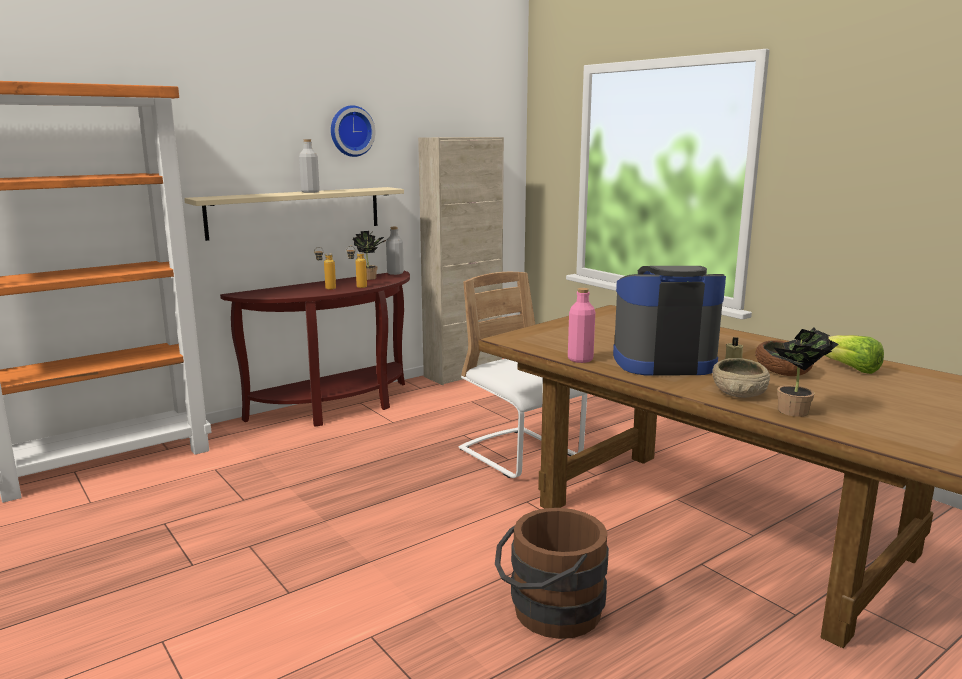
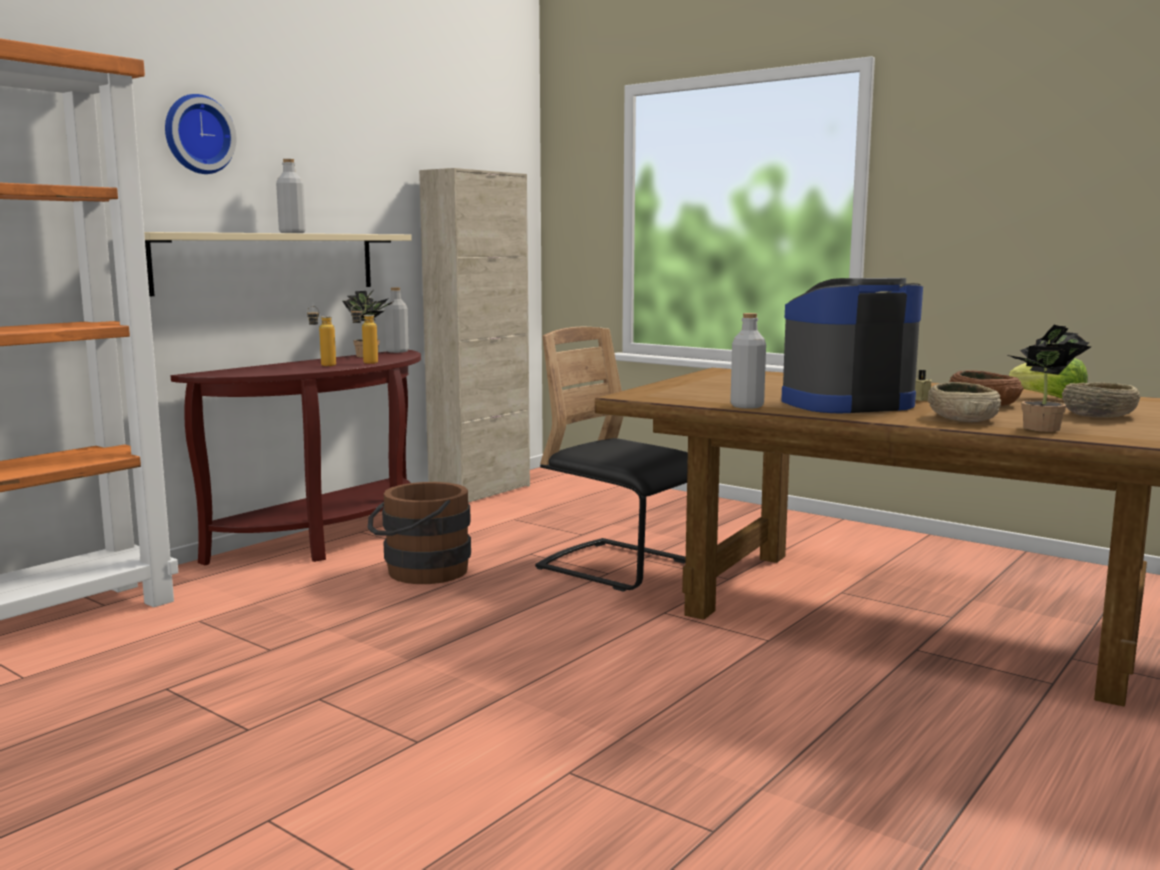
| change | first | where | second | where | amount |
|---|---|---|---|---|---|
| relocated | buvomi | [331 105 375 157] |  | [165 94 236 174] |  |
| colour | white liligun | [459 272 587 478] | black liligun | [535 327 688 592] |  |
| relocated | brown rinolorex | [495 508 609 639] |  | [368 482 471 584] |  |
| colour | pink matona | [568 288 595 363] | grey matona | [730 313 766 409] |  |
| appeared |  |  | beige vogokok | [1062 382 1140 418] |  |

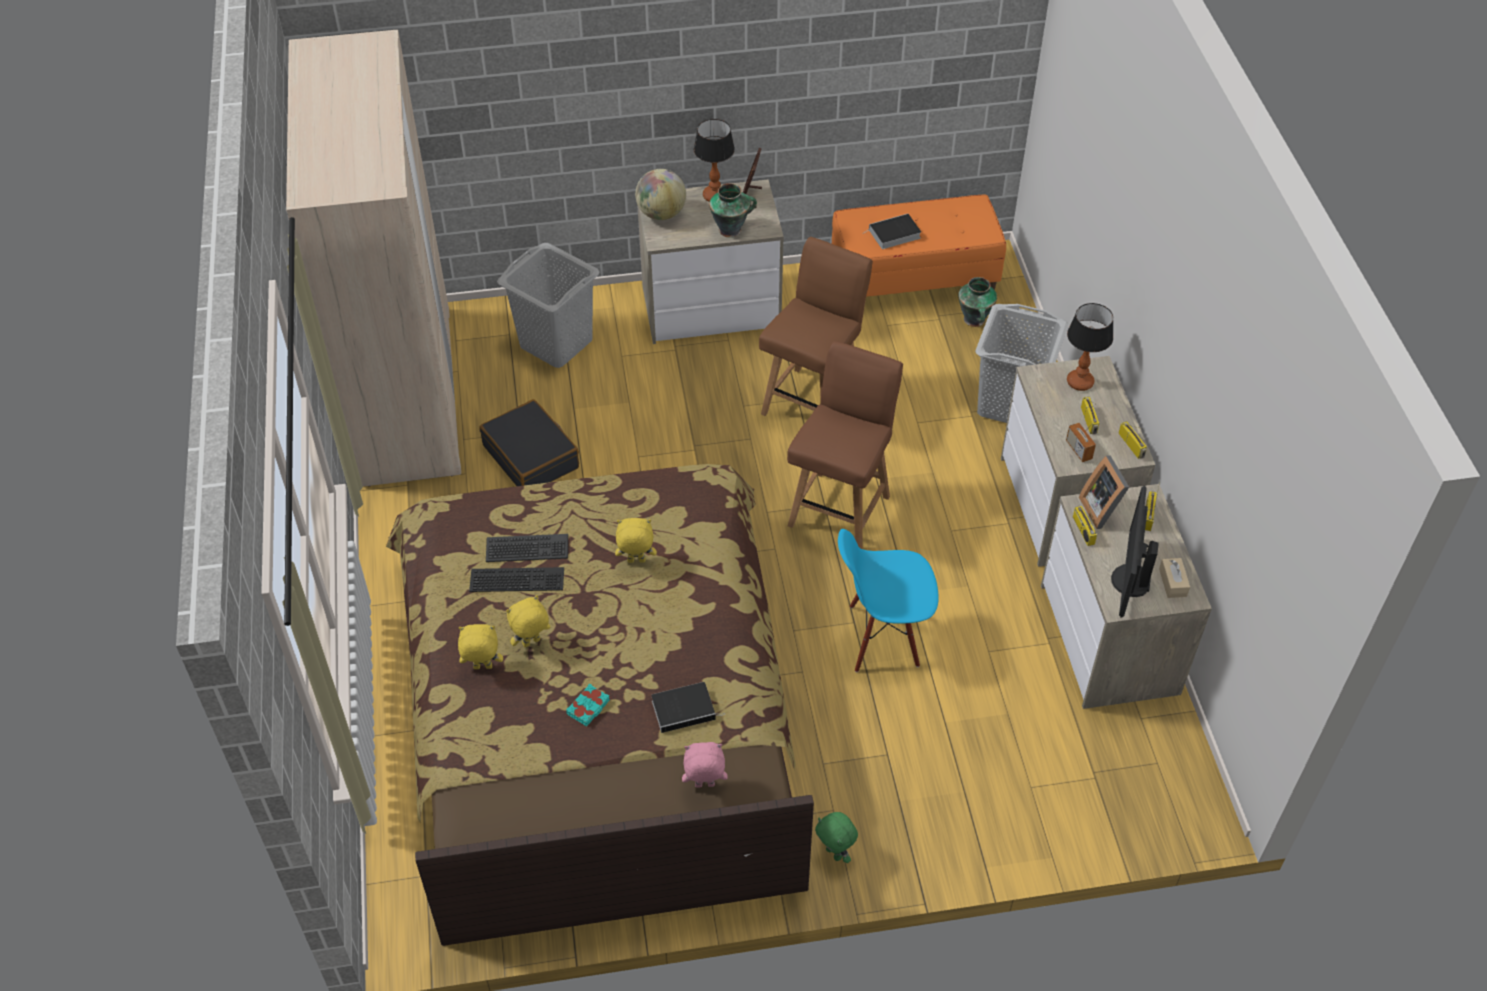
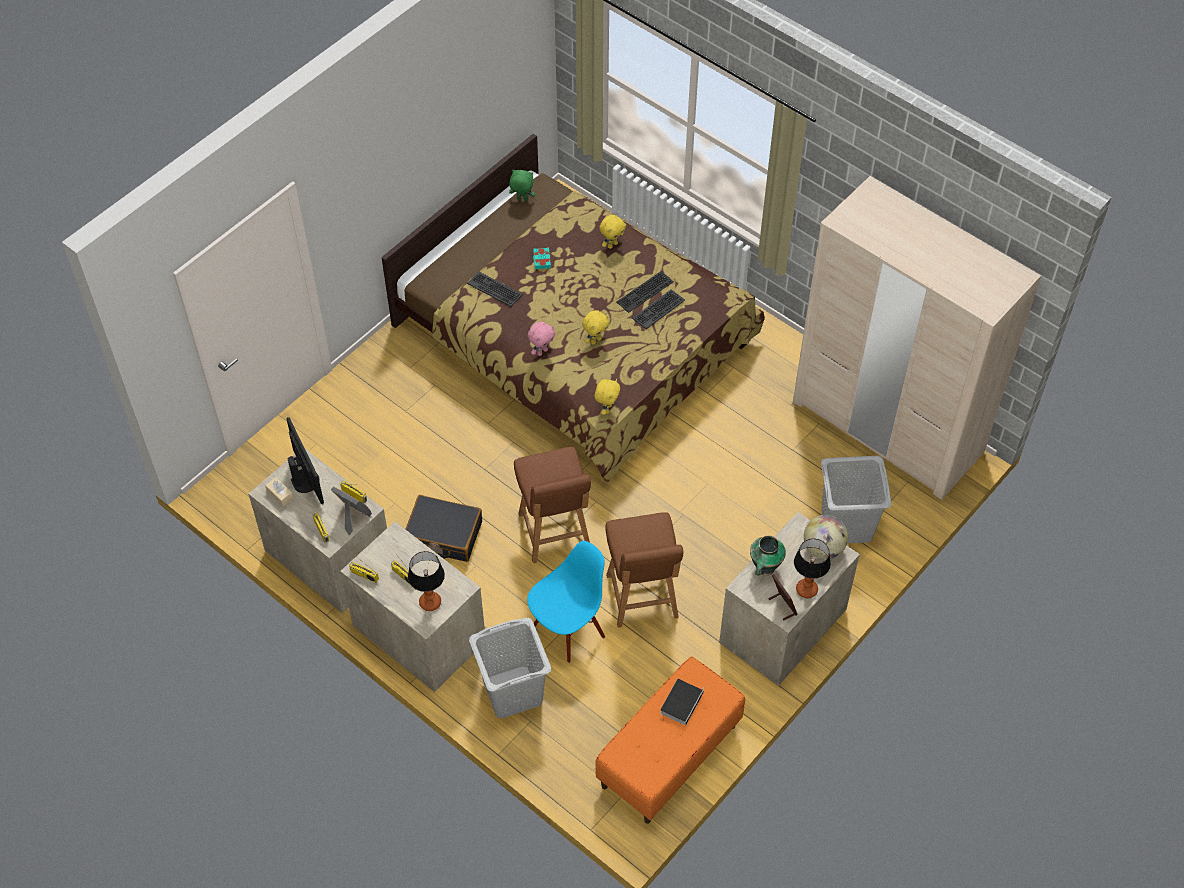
| change | first | where | second | where | amount |
|---|---|---|---|---|---|
| relocated | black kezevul | [479 399 579 486] |  | [406 495 482 562] |  |
| relocated | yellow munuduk | [506 595 550 647] |  | [595 379 620 415] |  |
| exchanged | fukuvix | [651 682 725 733] | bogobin | [467 272 523 307] |  |
| relocated | pink munuduk | [682 742 728 788] |  | [528 322 555 356] |  |
| relocated | green munuduk | [815 812 858 863] |  | [509 170 535 201] |  |
| relocated | blue liligun | [838 529 939 673] |  | [527 541 605 663] |  |
| missing | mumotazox | [958 277 997 327] |  |  |  |
| missing | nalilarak | [1066 420 1096 462] |  |  |  |

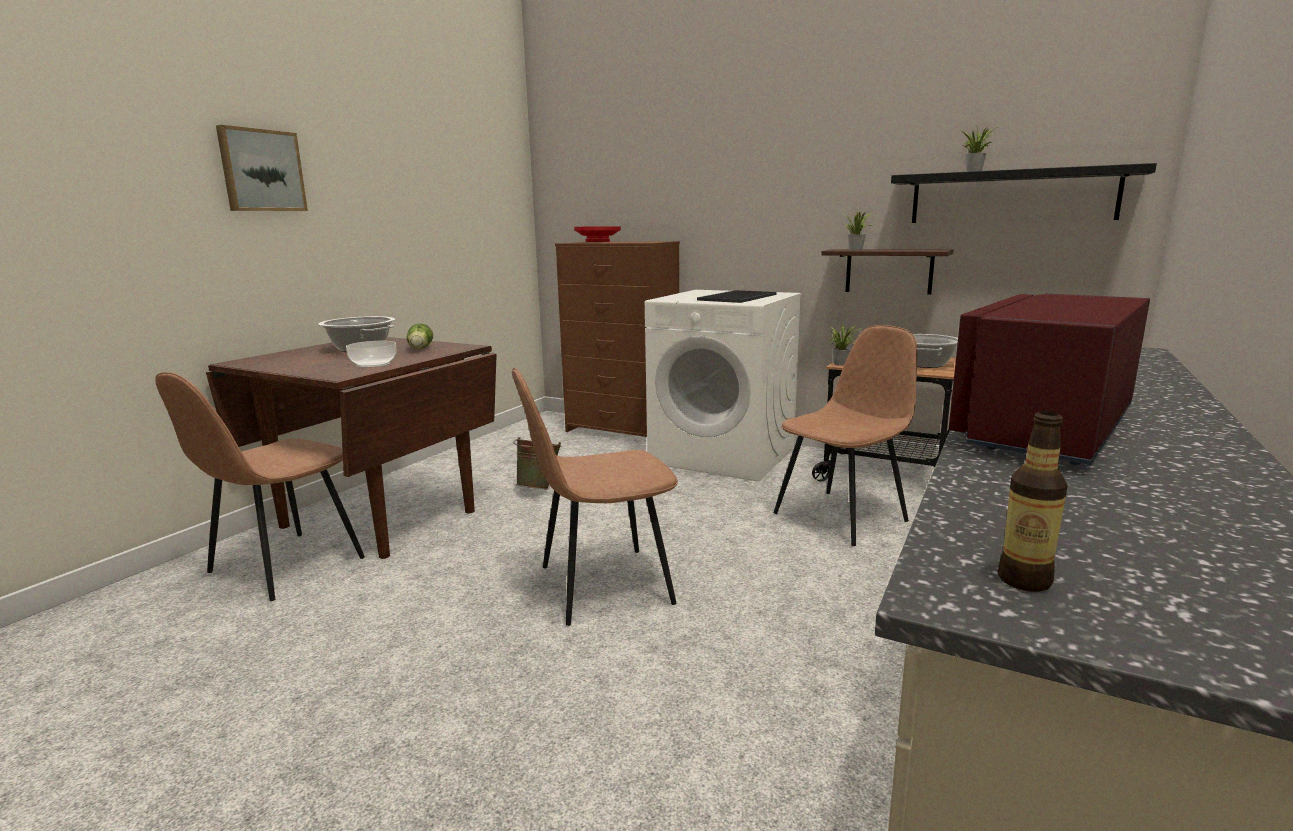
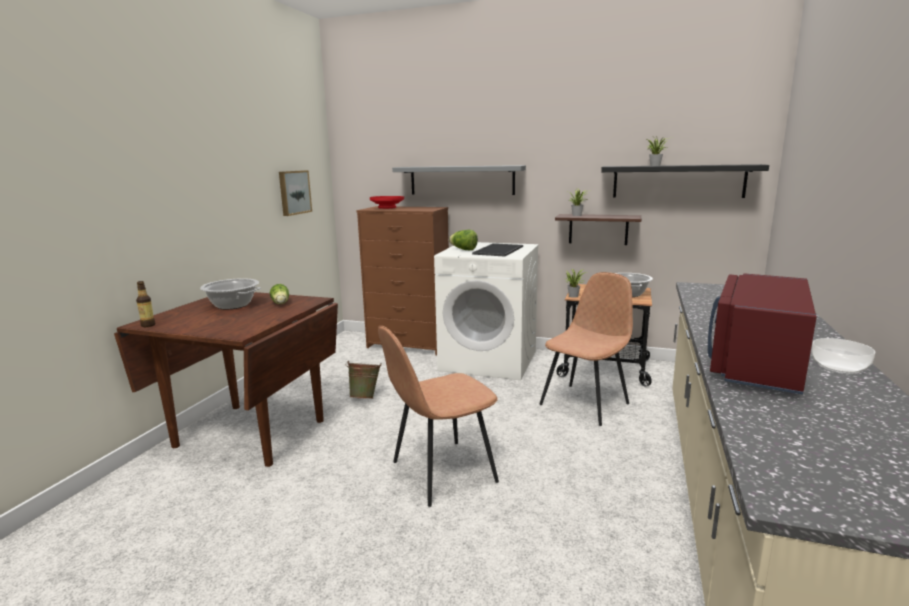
| change | first | where | second | where | amount |
|---|---|---|---|---|---|
| missing | brown liligun | [155 372 365 601] |  |  |  |
| relocated | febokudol | [216 125 308 211] |  | [279 170 312 216] |  |
| relocated | vogokok | [346 341 397 367] |  | [811 338 876 374] |  |
| relocated | matona | [998 411 1068 592] |  | [136 281 155 327] |  |
| appeared |  |  | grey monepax | [392 165 526 195] |  |
| appeared |  |  | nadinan | [449 230 478 250] |  |

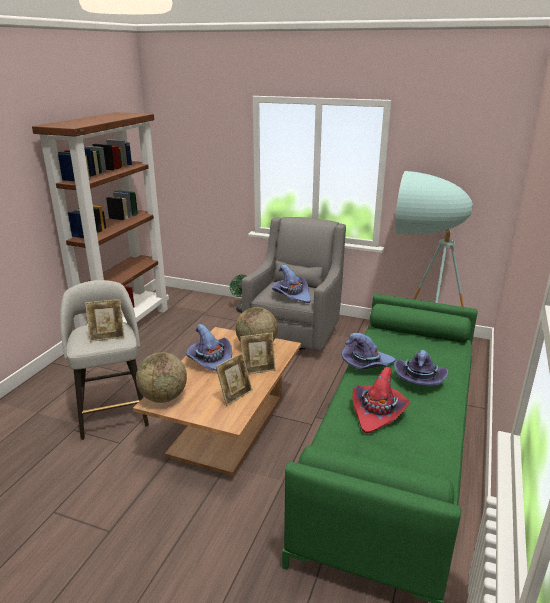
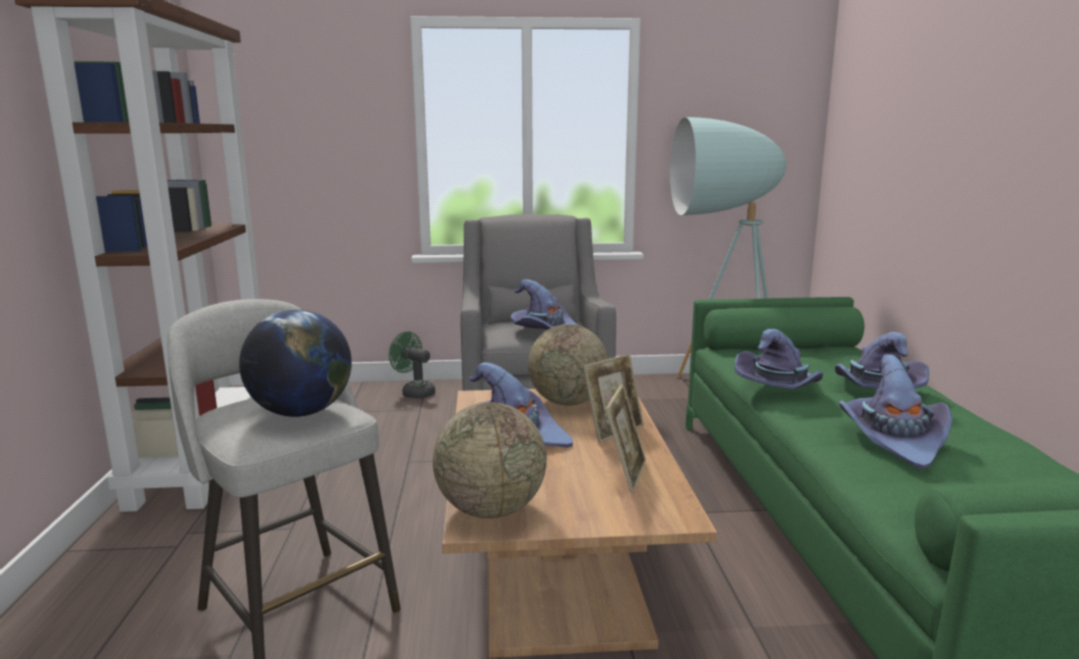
| change | first | where | second | where | amount |
|---|---|---|---|---|---|
| exchanged | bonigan | [85 299 125 342] | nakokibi | [239 309 352 417] |  |
| colour | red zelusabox | [352 367 410 433] | purple zelusabox | [838 354 952 469] |  |

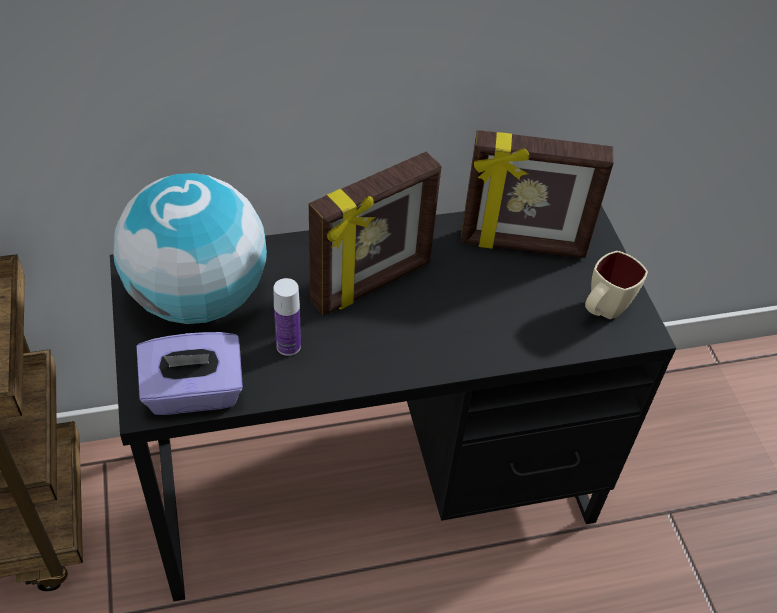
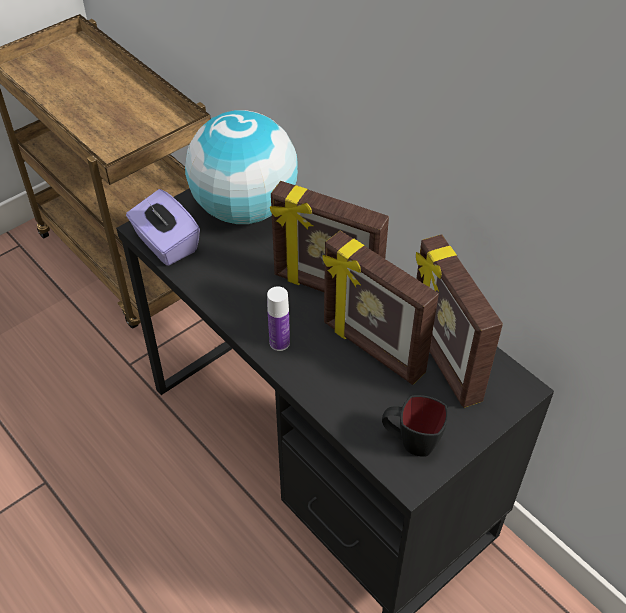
| change | first | where | second | where | amount |
|---|---|---|---|---|---|
| relocated | matona | [273 278 301 356] |  | [267 286 290 351] |  |
| colour | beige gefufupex | [585 251 648 319] | black gefufupex | [382 395 448 457] |  |
| appeared |  |  | bonigan | [322 231 439 385] |  |

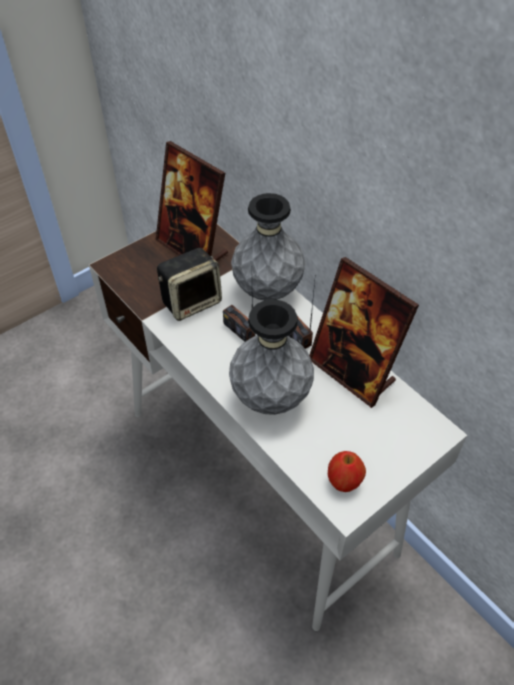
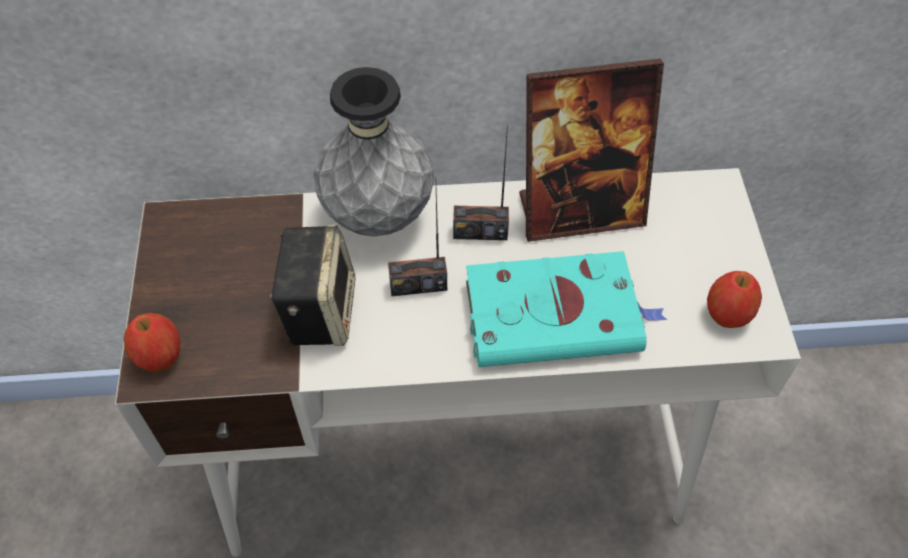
| change | first | where | second | where | amount |
|---|---|---|---|---|---|
| missing | bonigan | [156 141 228 261] |  |  |  |
| exchanged | grey mumotazox | [229 299 314 415] | turquoise fukuvix | [466 251 667 367] |  |
| appeared |  |  | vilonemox | [124 313 180 372] |  |

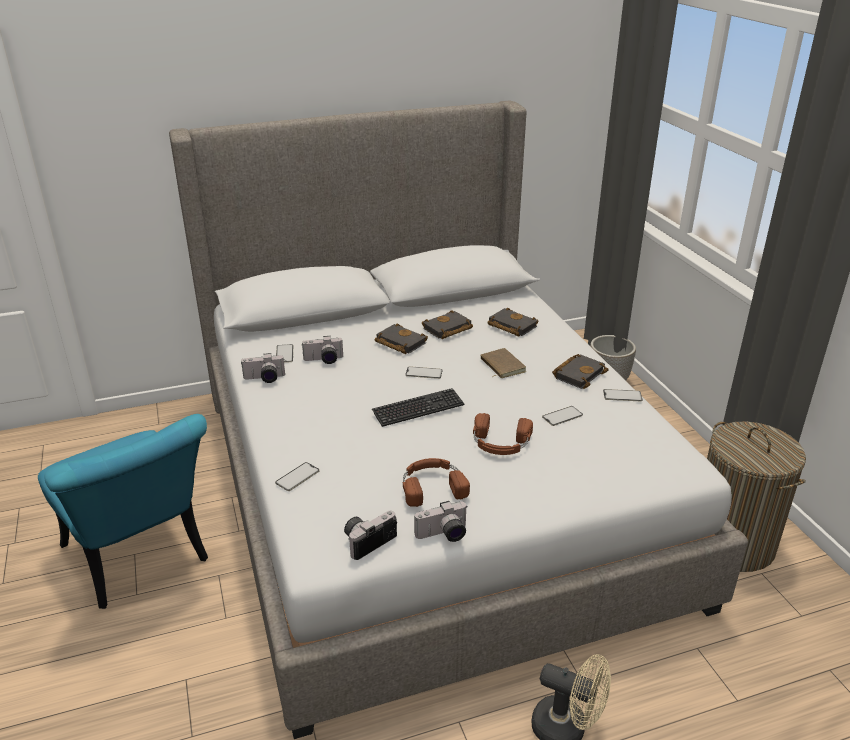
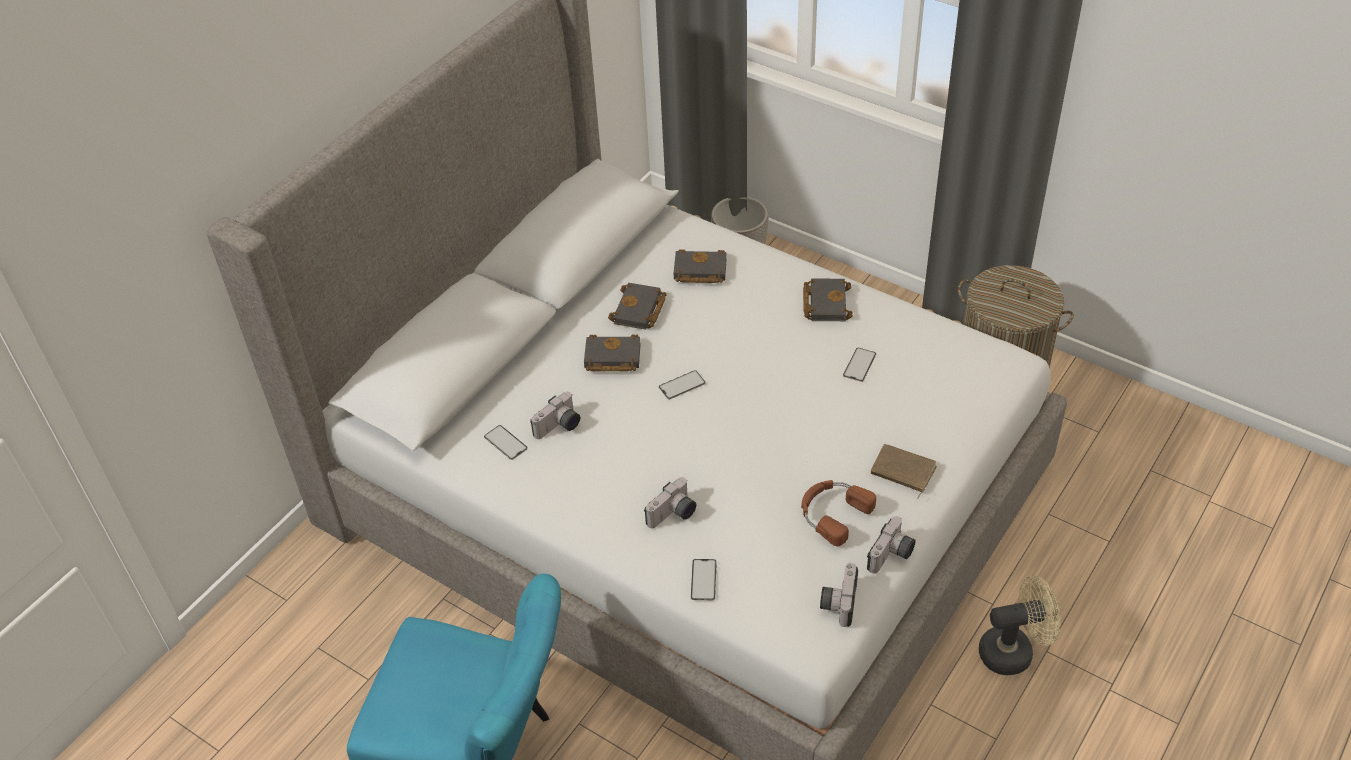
| change | first | where | second | where | amount |
|---|---|---|---|---|---|
| relocated | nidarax | [241 353 285 383] |  | [644 477 697 528] |  |
| missing | bogobin | [372 388 464 427] |  |  |  |
| missing | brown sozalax | [473 413 533 455] |  |  |  |
| relocated | brown fukuvix | [480 348 526 378] |  | [871 444 937 498] |  |
| missing | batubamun | [603 389 642 401] |  |  |  |

